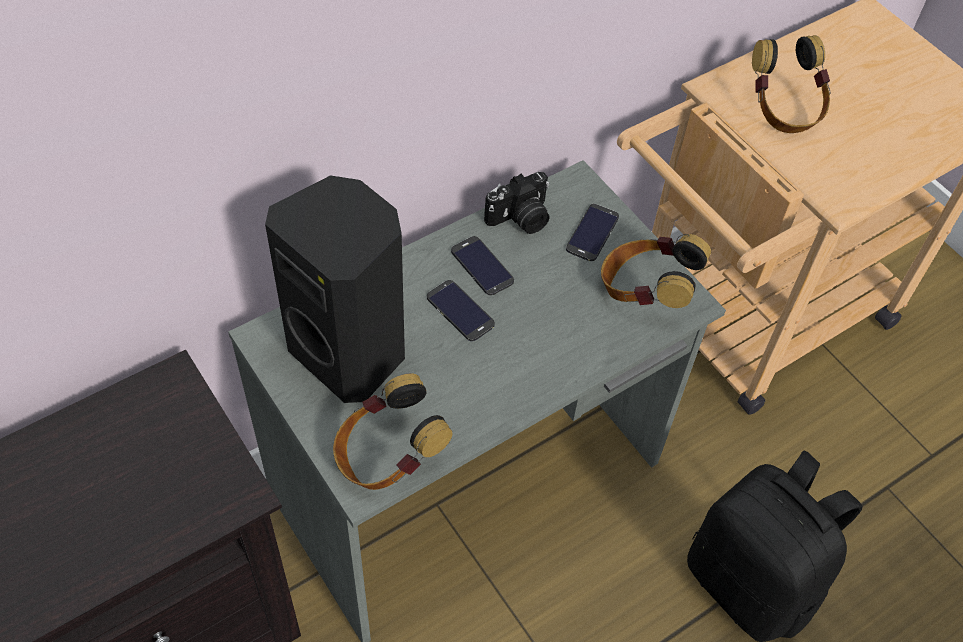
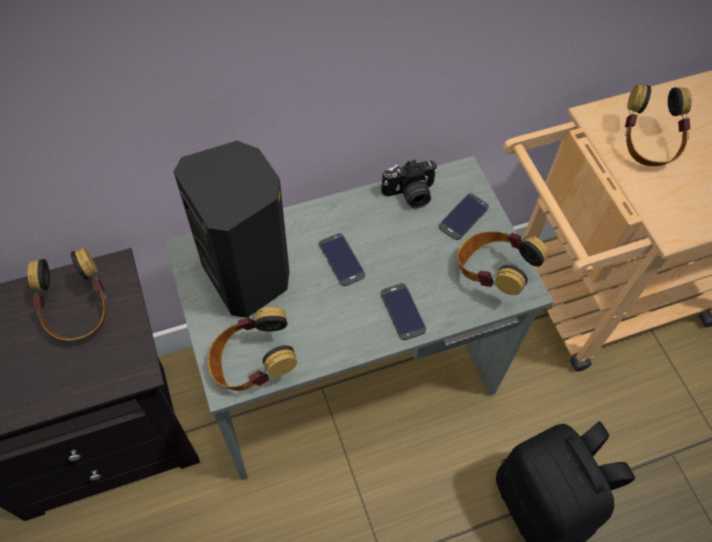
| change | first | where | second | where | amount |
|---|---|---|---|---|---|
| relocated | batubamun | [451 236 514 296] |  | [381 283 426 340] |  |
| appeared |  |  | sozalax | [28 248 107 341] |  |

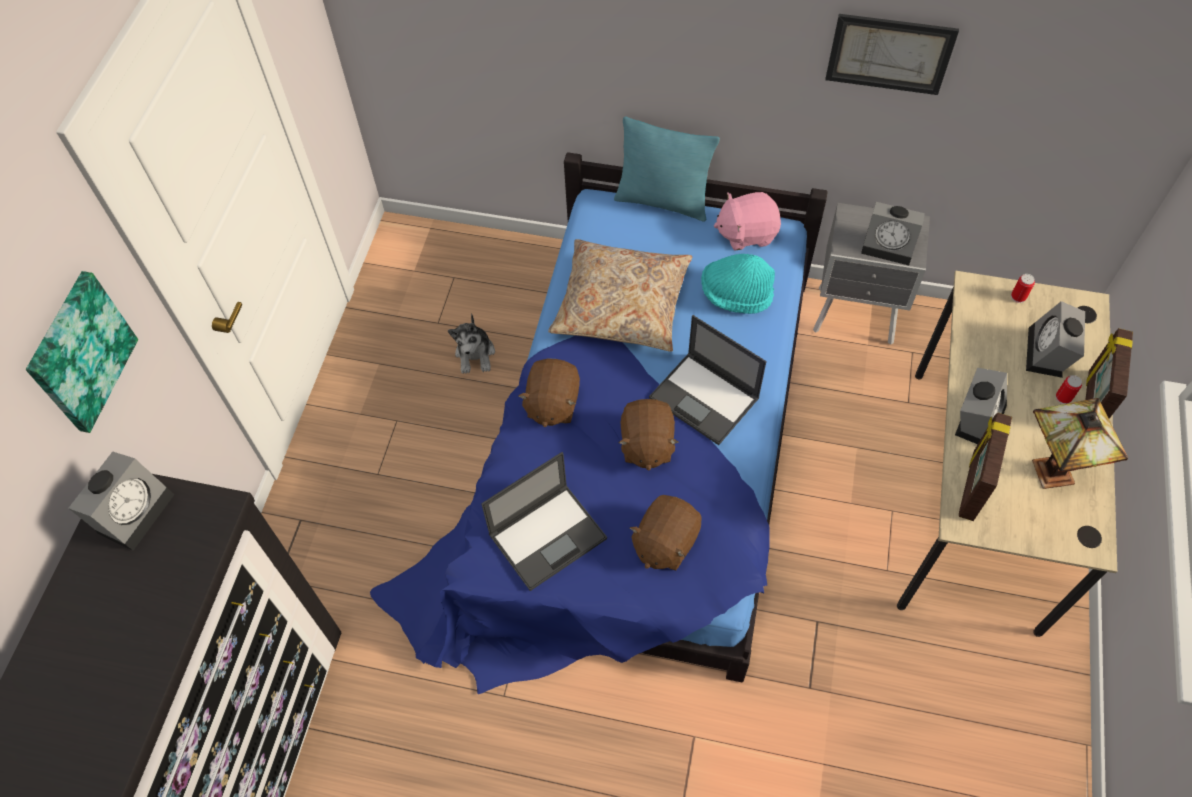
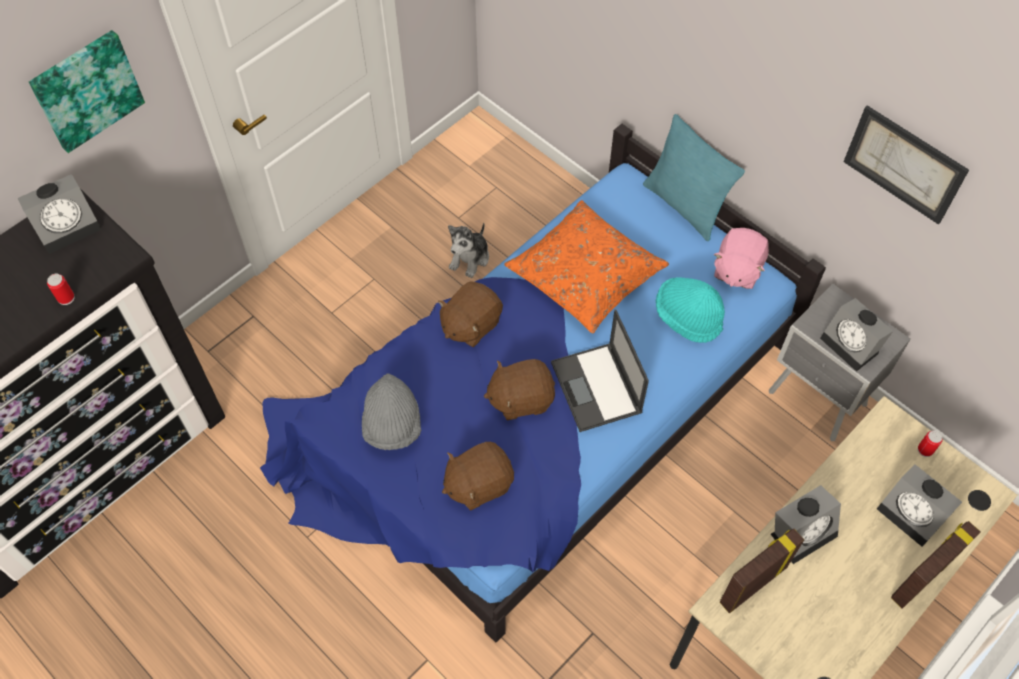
| change | first | where | second | where | amount |
|---|---|---|---|---|---|
| exchanged | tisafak | [481 452 607 591] | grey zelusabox | [362 373 421 450] |  |
| colour | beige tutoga | [548 239 692 352] | orange tutoga | [504 200 669 334] |  |
| spun | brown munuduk | [618 399 679 471] |  | [484 359 555 420] | 45 degrees clockwise |
| spun | pink munuduk | [714 192 781 250] |  | [714 228 769 289] | 90 degrees counterclockwise |
| spun | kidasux | [1026 301 1085 378] |  | [877 464 962 547] | 90 degrees counterclockwise |
| missing | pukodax | [1032 398 1128 489] |  |  |  |
| relocated | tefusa | [1056 375 1082 404] |  | [47 274 75 305] |  |

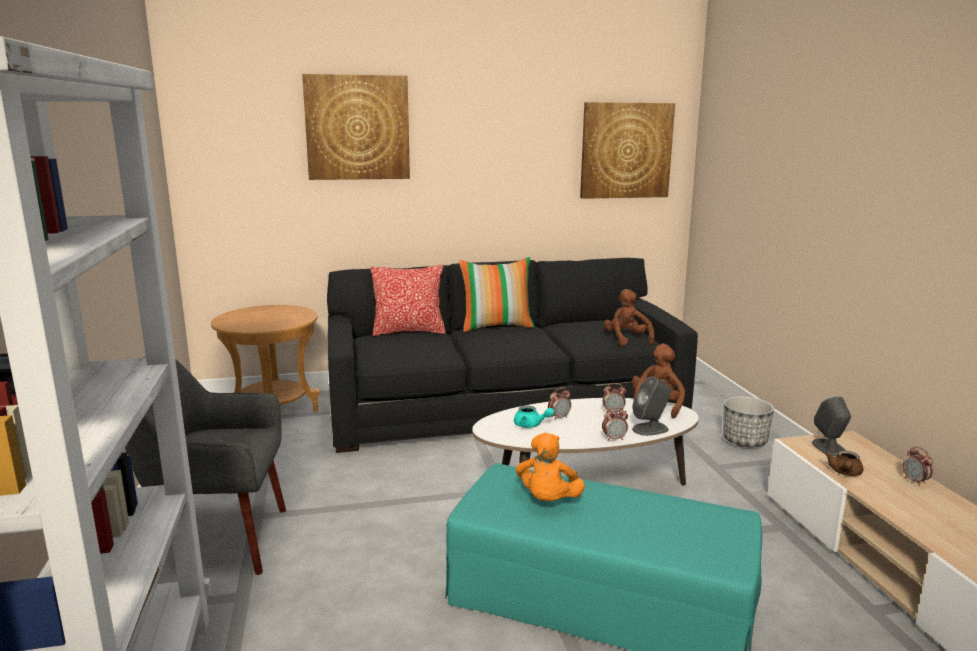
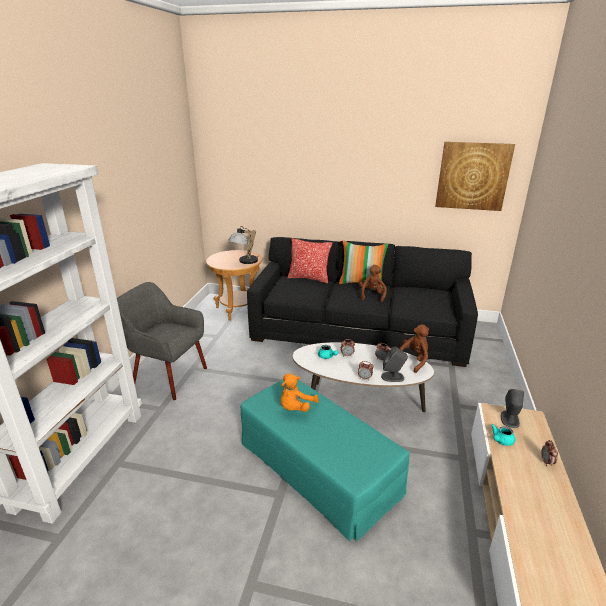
| change | first | where | second | where | amount |
|---|---|---|---|---|---|
| missing | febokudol | [302 74 410 180] |  |  |  |
| relocated | brown munuduk | [604 289 655 347] |  | [359 265 387 303] |  |
| missing | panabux | [723 396 774 447] |  |  |  |
| colour | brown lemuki | [825 450 864 476] | turquoise lemuki | [491 424 515 446] |  |
| appeared |  |  | pukodax | [228 226 258 264] |  |

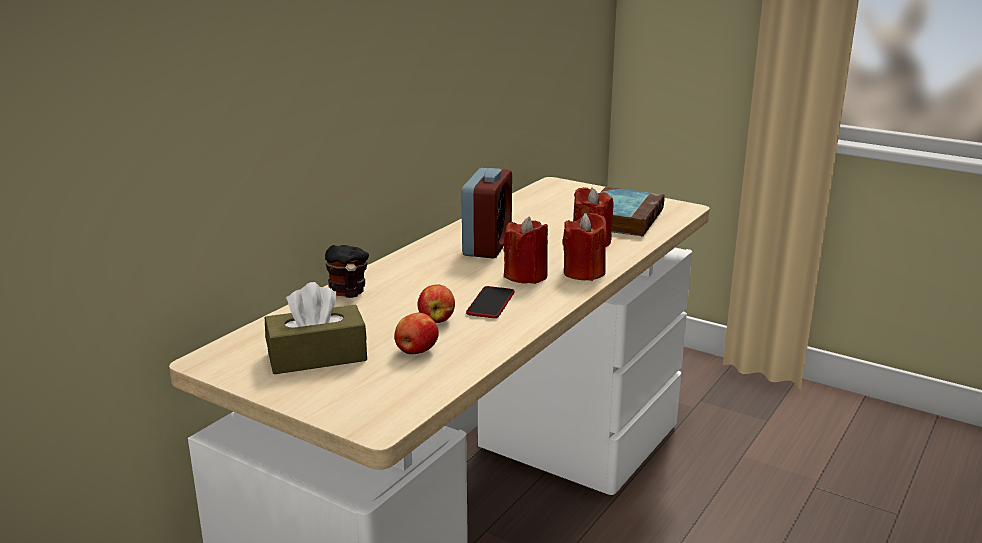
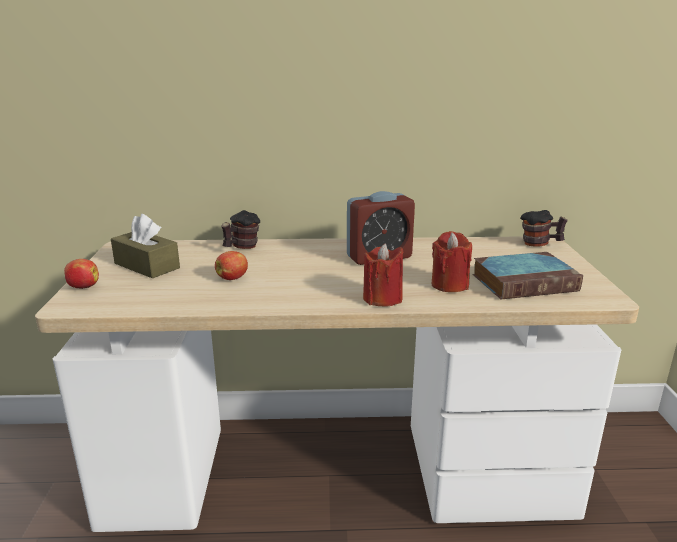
| change | first | where | second | where | amount |
|---|---|---|---|---|---|
| relocated | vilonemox | [394 313 439 354] |  | [64 259 99 289] |  |
| missing | batubamun | [466 286 514 318] |  |  |  |
| missing | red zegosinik | [504 216 548 284] |  |  |  |
| appeared |  |  | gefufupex | [520 210 568 247] |  |

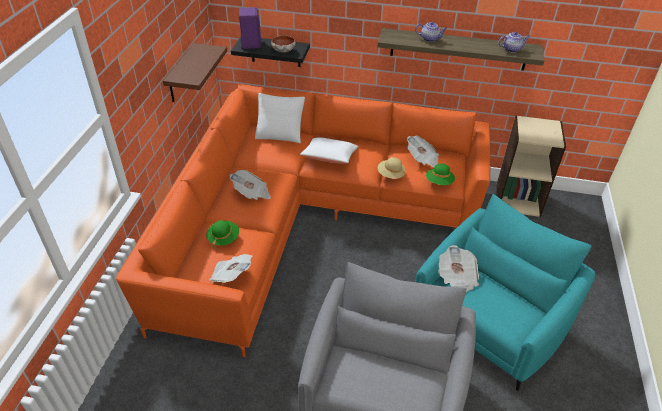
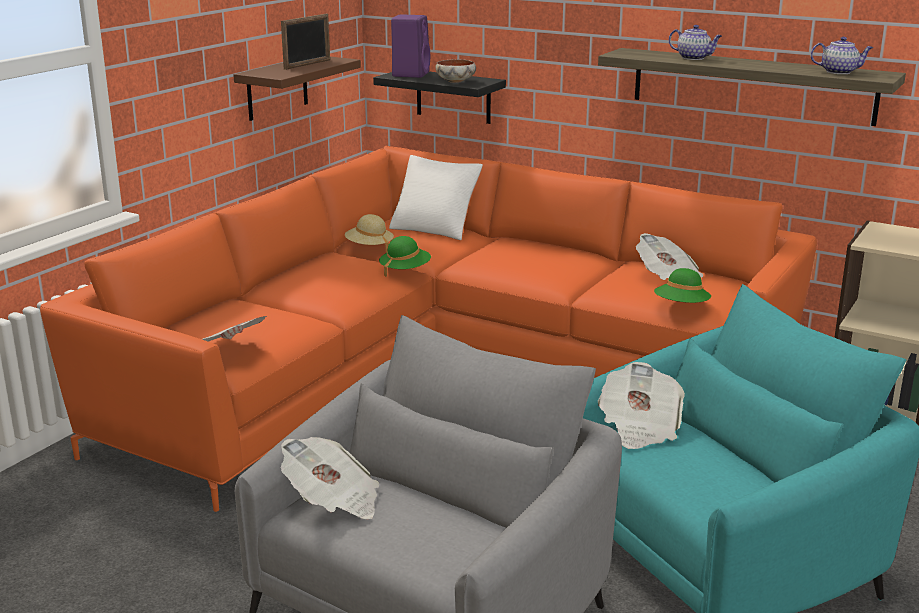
| change | first | where | second | where | amount |
|---|---|---|---|---|---|
| relocated | green zelusabox | [206 220 239 249] |  | [379 236 431 277] |  |
| relocated | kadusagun | [230 170 271 200] |  | [280 437 379 519] |  |
| missing | white tutoga | [300 137 359 164] |  |  |  |
| relocated | beige zelusabox | [378 157 406 179] |  | [345 214 394 252] |  |
| appeared |  |  | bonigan | [281 14 330 70] |  |

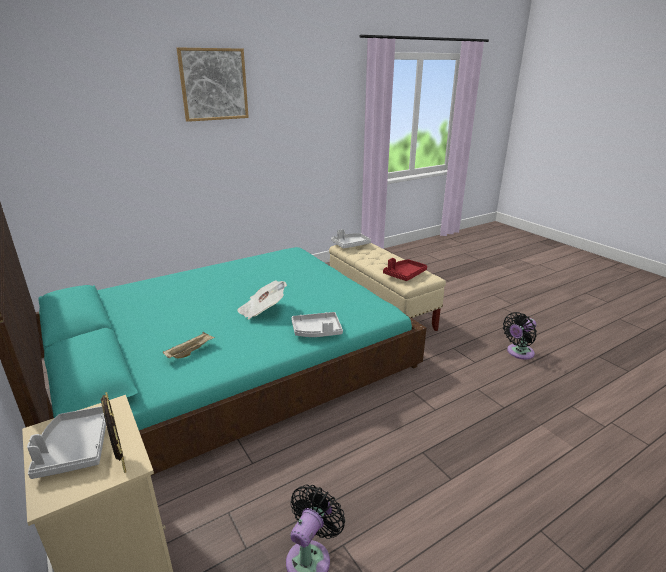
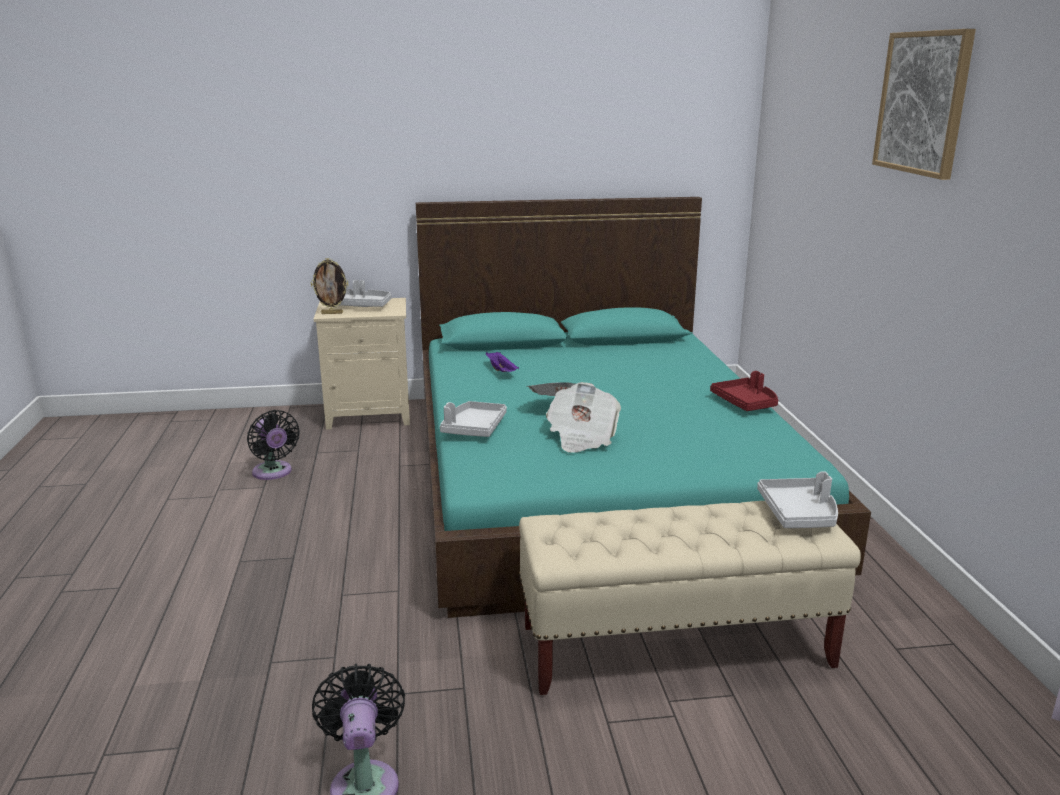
| change | first | where | second | where | amount |
|---|---|---|---|---|---|
| colour | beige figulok | [163 332 215 359] | purple figulok | [486 352 519 372] |  |
| relocated | red figulok | [383 258 427 281] |  | [710 371 778 411] |  |
| appeared |  |  | kadusagun | [546 382 621 453] |  |

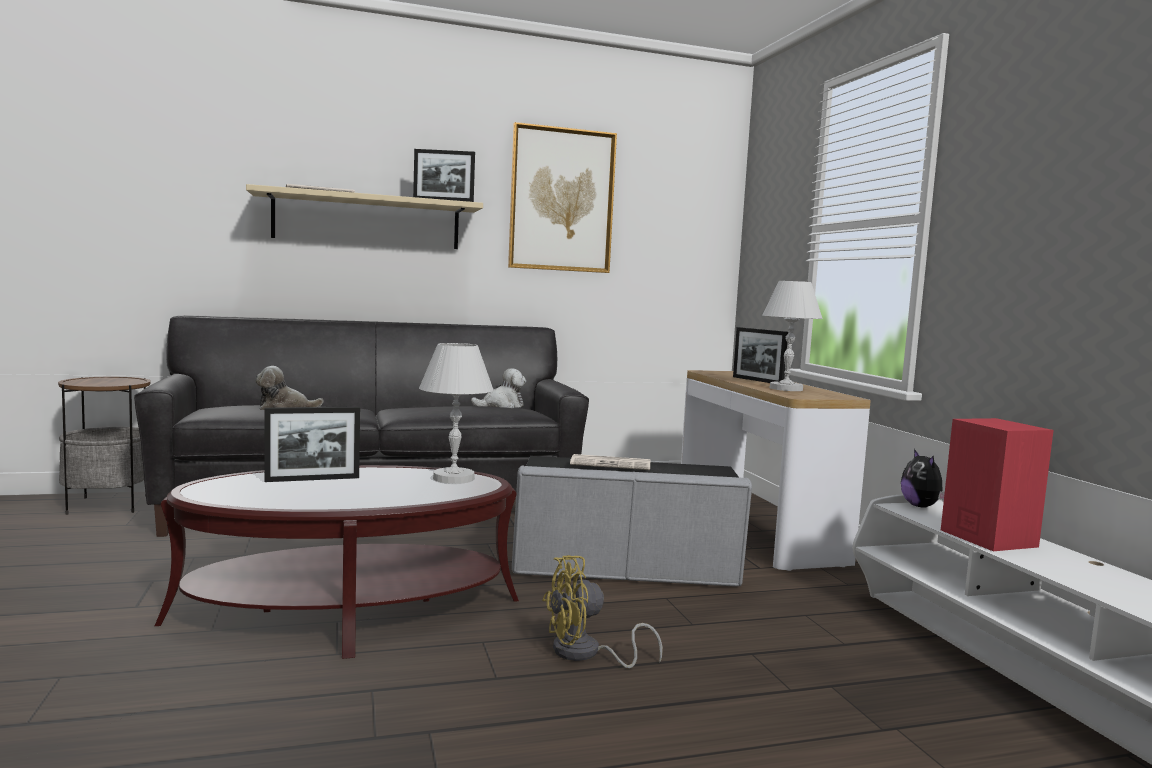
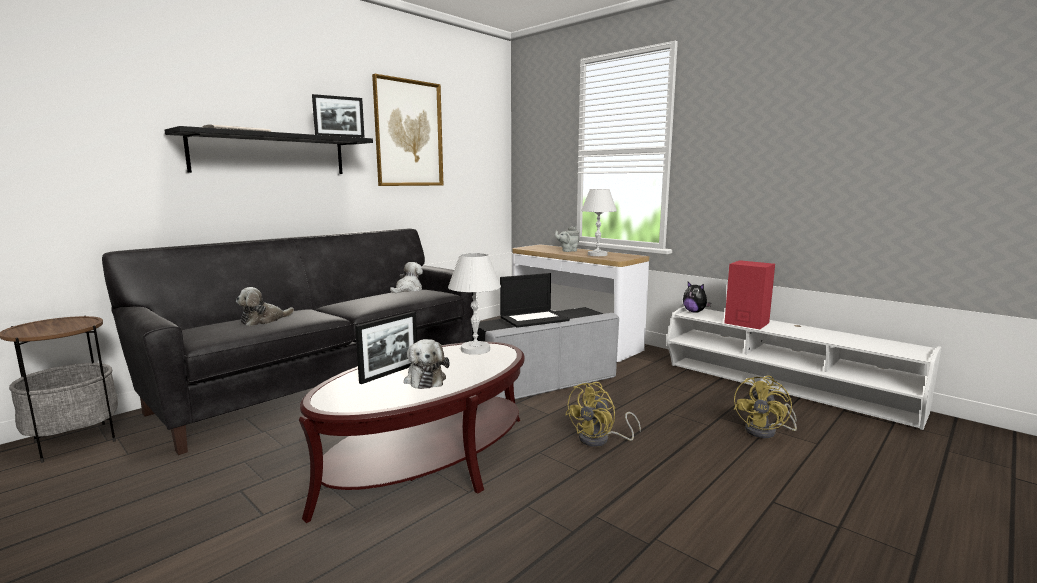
| change | first | where | second | where | amount |
|---|---|---|---|---|---|
| colour | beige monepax | [246 184 483 249] | black monepax | [164 126 373 174] |  |
| exchanged | kadusagun | [570 454 650 470] | tisafak | [500 273 570 328] |  |
| exchanged | bonigan | [733 327 788 383] | grey lemuki | [555 227 579 252] |  |
| appeared |  |  | munuduk | [404 339 450 389] |  |
| appeared |  |  | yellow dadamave | [734 375 797 438] |  |

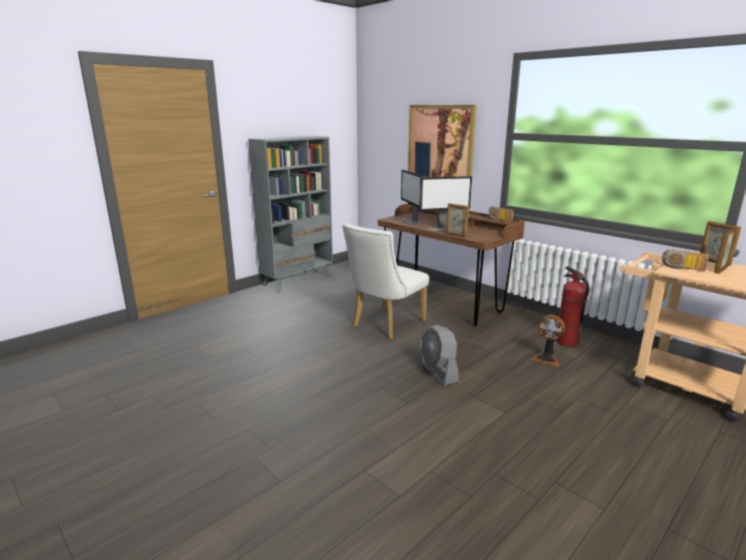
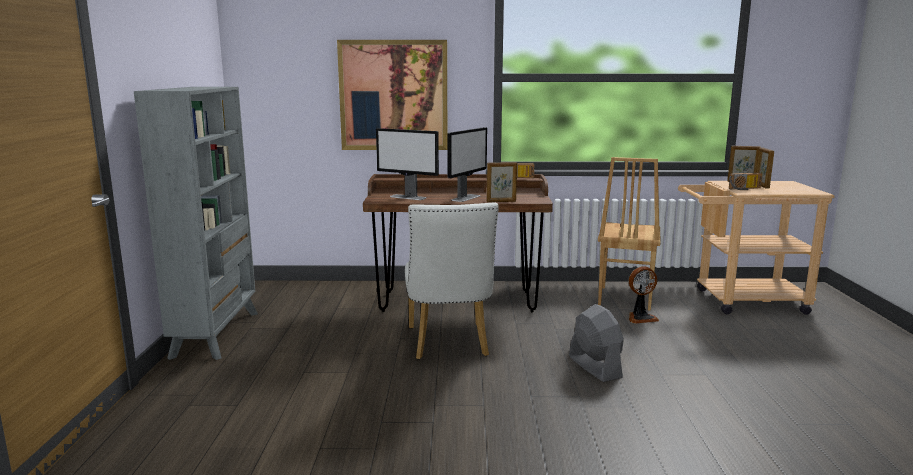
| change | first | where | second | where | amount |
|---|---|---|---|---|---|
| spun | grey dadamave | [420 325 459 386] |  | [569 304 624 382] | 135 degrees counterclockwise |
| exchanged | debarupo | [556 266 589 347] | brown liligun | [598 157 661 311] |  |

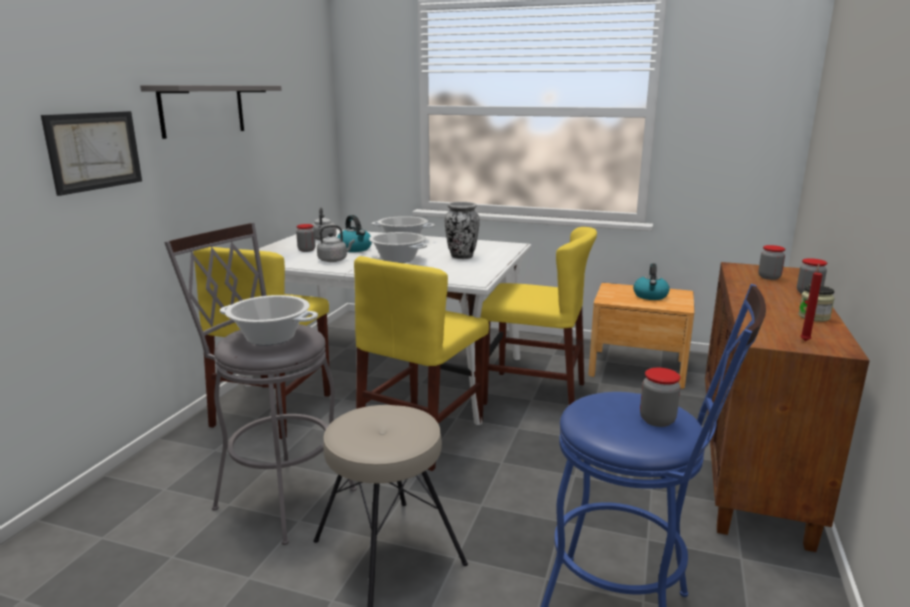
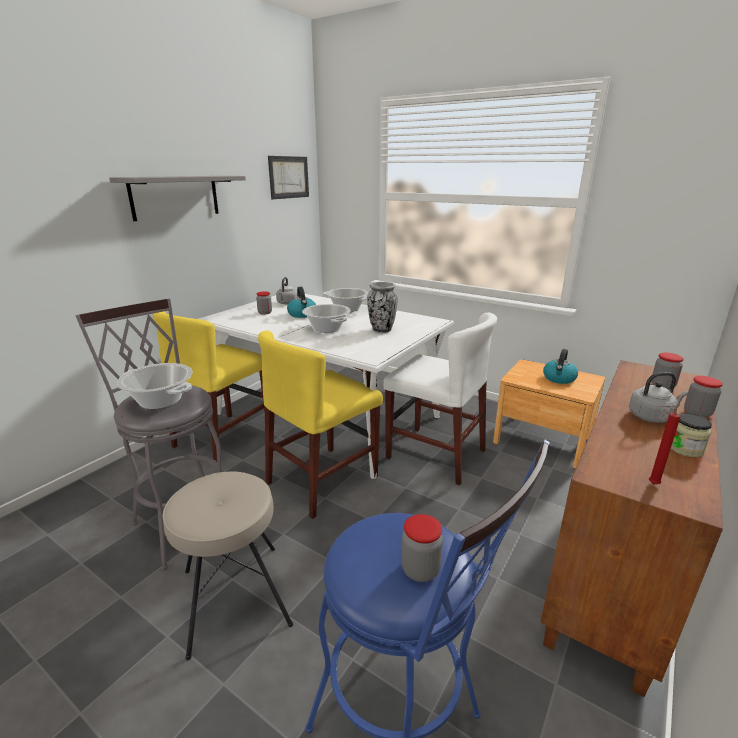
| change | first | where | second | where | amount |
|---|---|---|---|---|---|
| relocated | febokudol | [41 111 142 196] |  | [268 156 309 199] |  |
| relocated | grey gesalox | [317 225 355 262] |  | [629 372 689 423] |  |
| colour | yellow liligun | [481 227 597 405] | white liligun | [383 313 497 485] |  |

